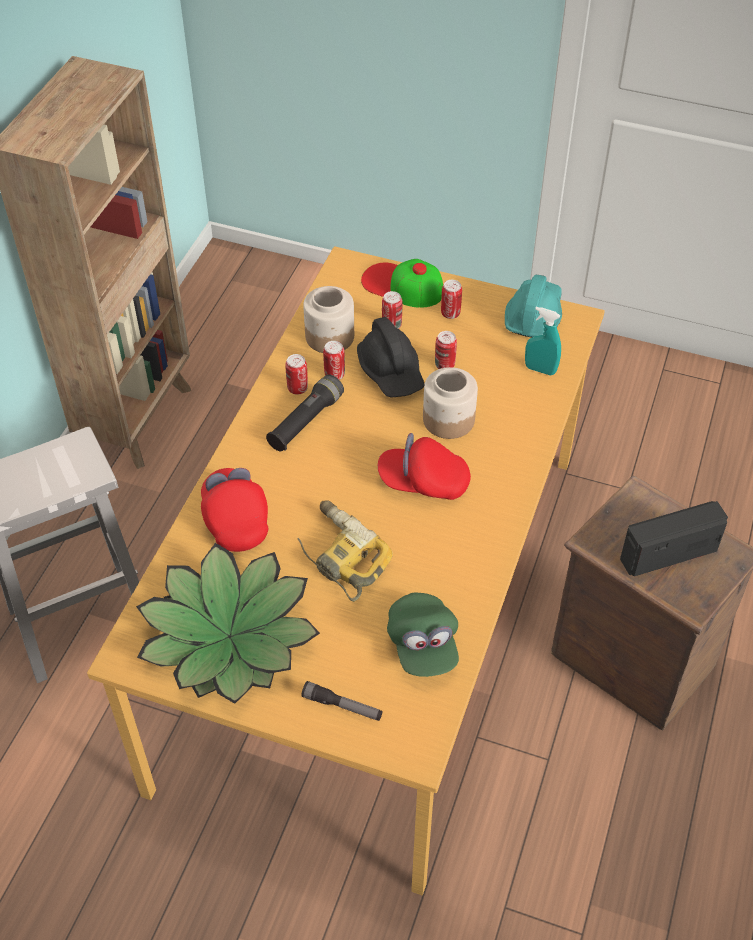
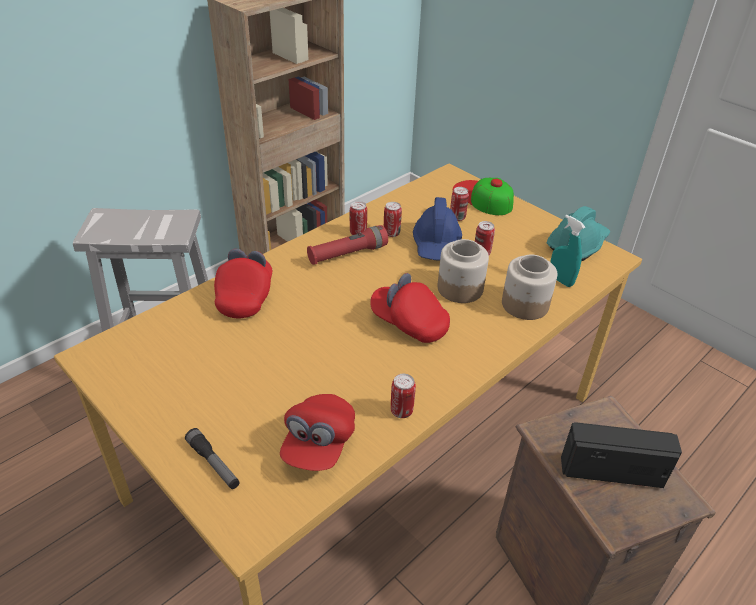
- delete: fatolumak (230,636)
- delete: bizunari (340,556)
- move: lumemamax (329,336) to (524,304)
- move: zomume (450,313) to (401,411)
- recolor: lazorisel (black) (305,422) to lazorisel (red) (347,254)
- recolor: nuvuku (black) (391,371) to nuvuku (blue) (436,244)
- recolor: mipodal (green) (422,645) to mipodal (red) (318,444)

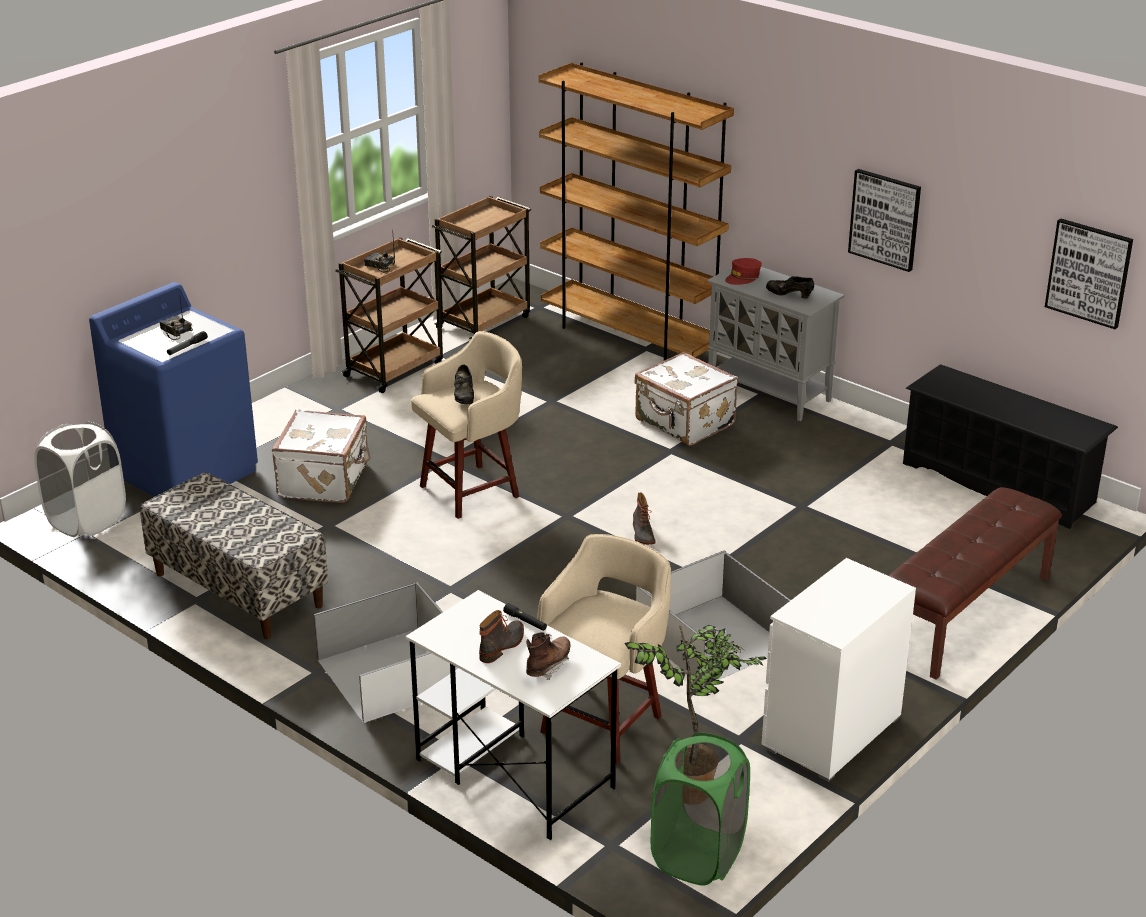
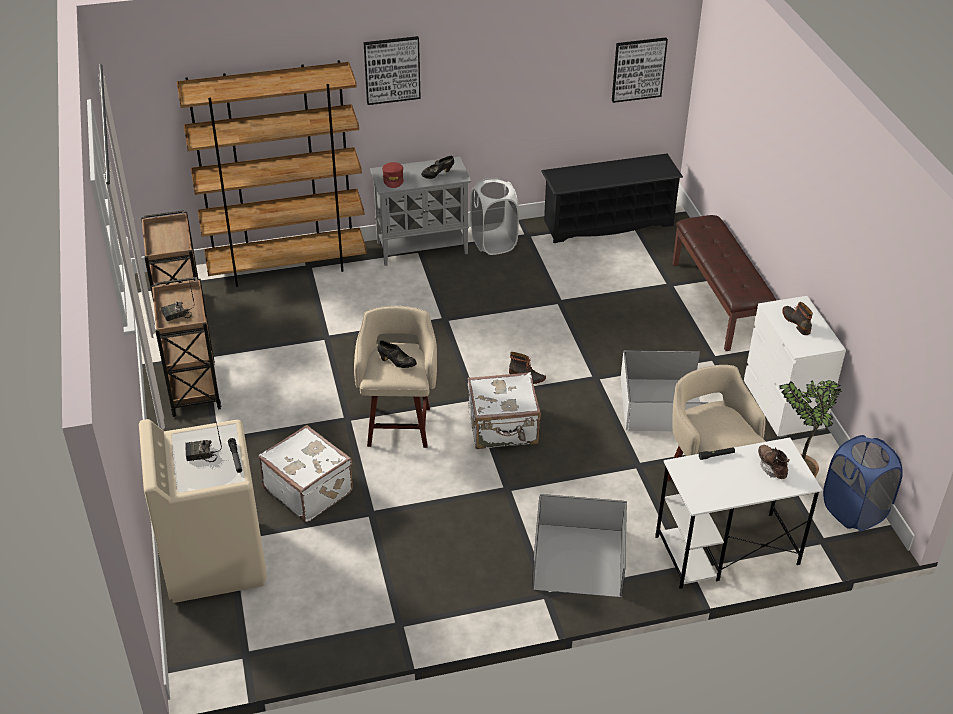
- delete: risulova (237,590)
- move: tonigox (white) (87,520) to (493,242)
- move: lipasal (502,646) to (797,322)
- move: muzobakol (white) (684,423) to (503,429)
- move: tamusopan (885,219) to (392,69)
- recolor: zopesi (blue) (186,472) to zopesi (beige) (214,559)
- recolor: tonigox (green) (698,856) to tonigox (blue) (854,511)

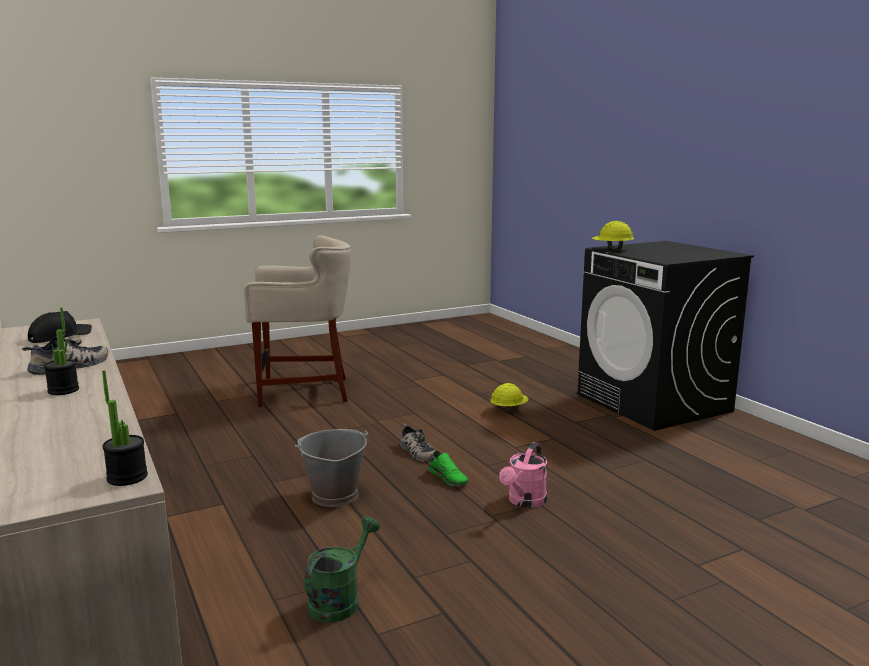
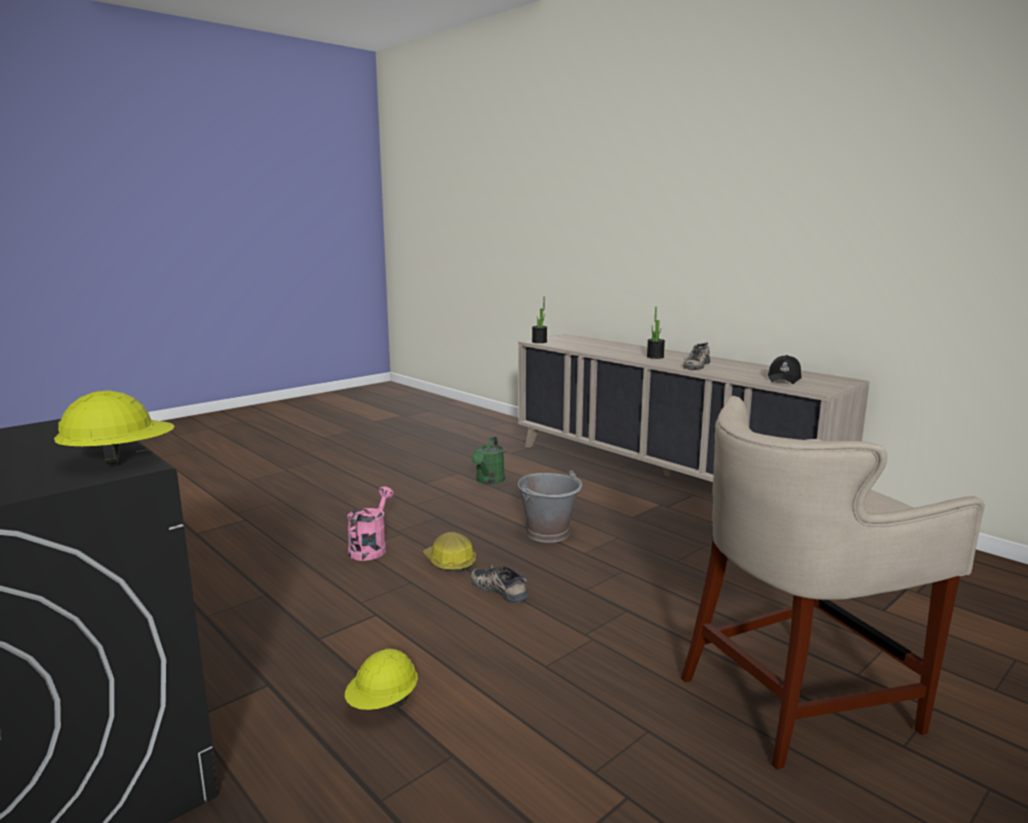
- replace: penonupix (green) (448,477) to nuvuku (449,562)

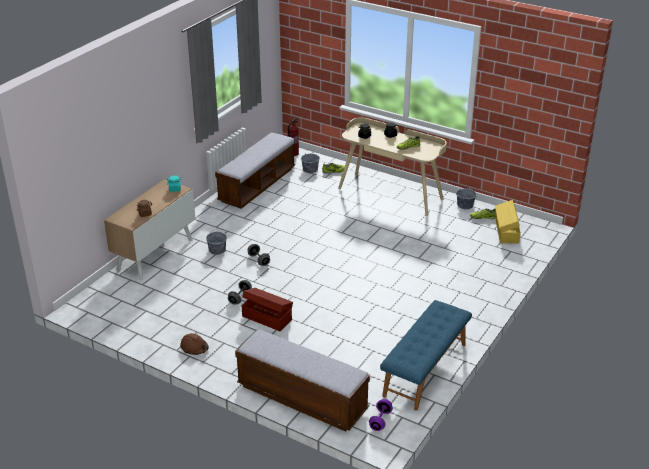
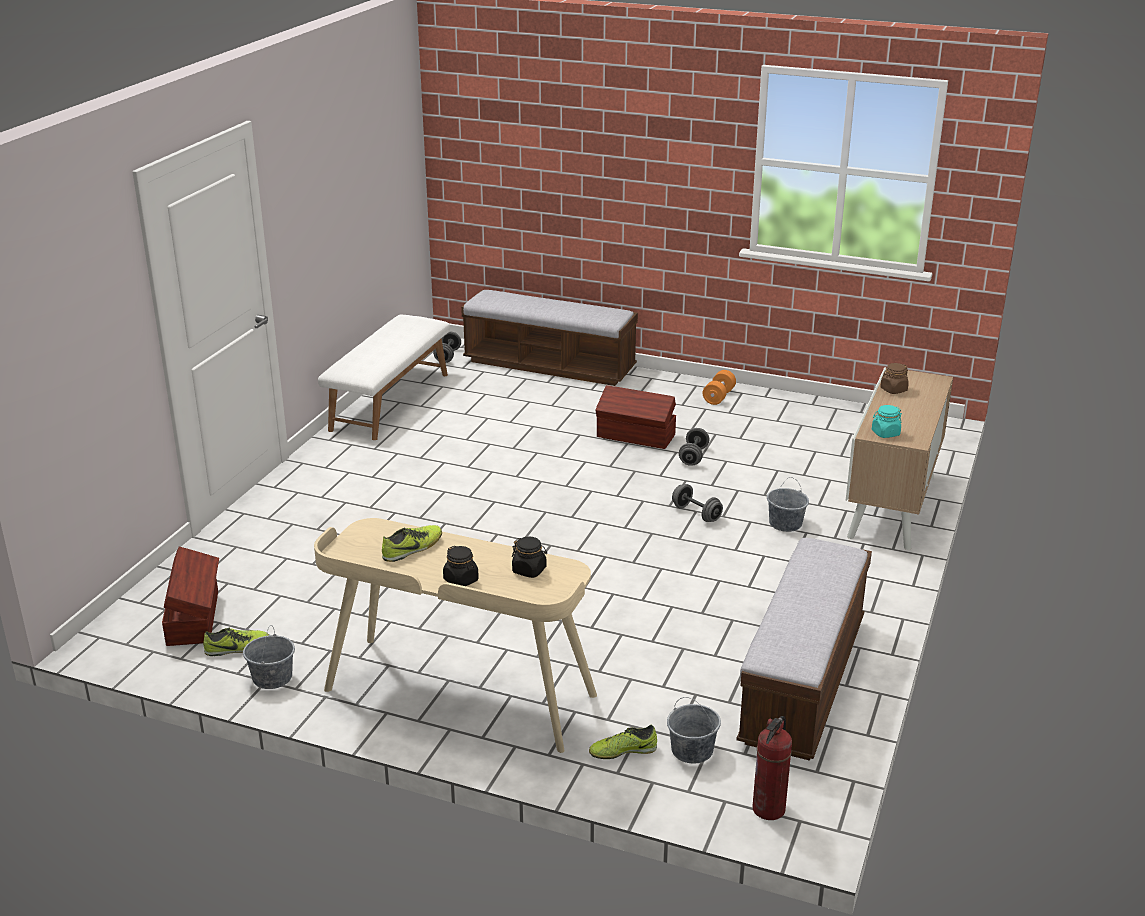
- replace: nuvuku (brown) (194,348) to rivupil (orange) (718,397)
- recolor: rivupil (purple) (380,420) to rivupil (grey) (447,356)
- recolor: risulova (blue) (425,370) to risulova (white) (389,401)
- recolor: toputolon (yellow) (506,232) to toputolon (brown) (194,617)

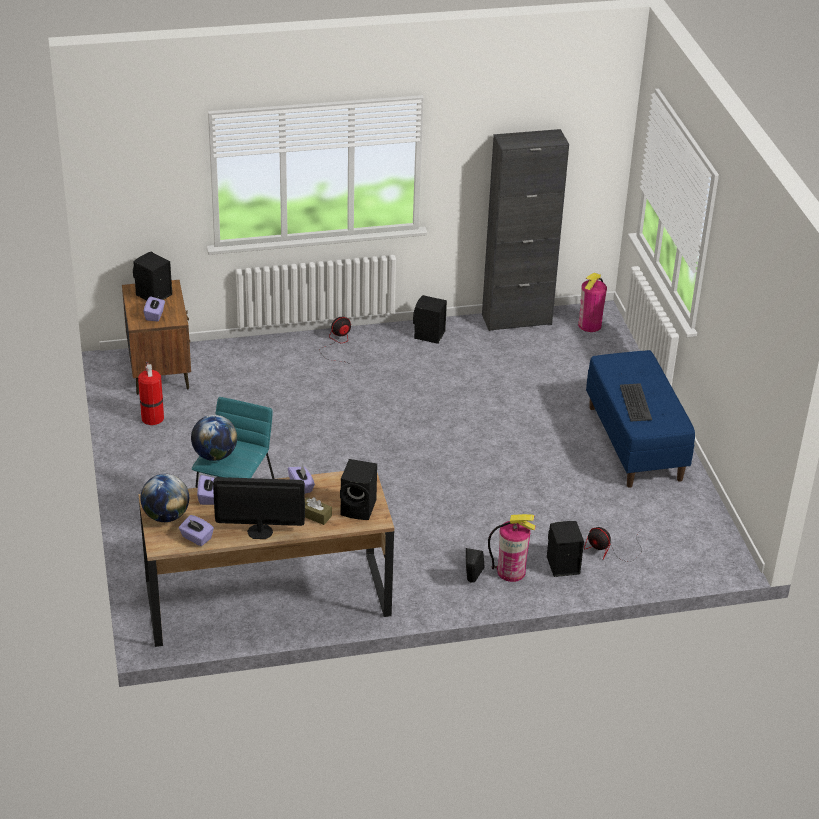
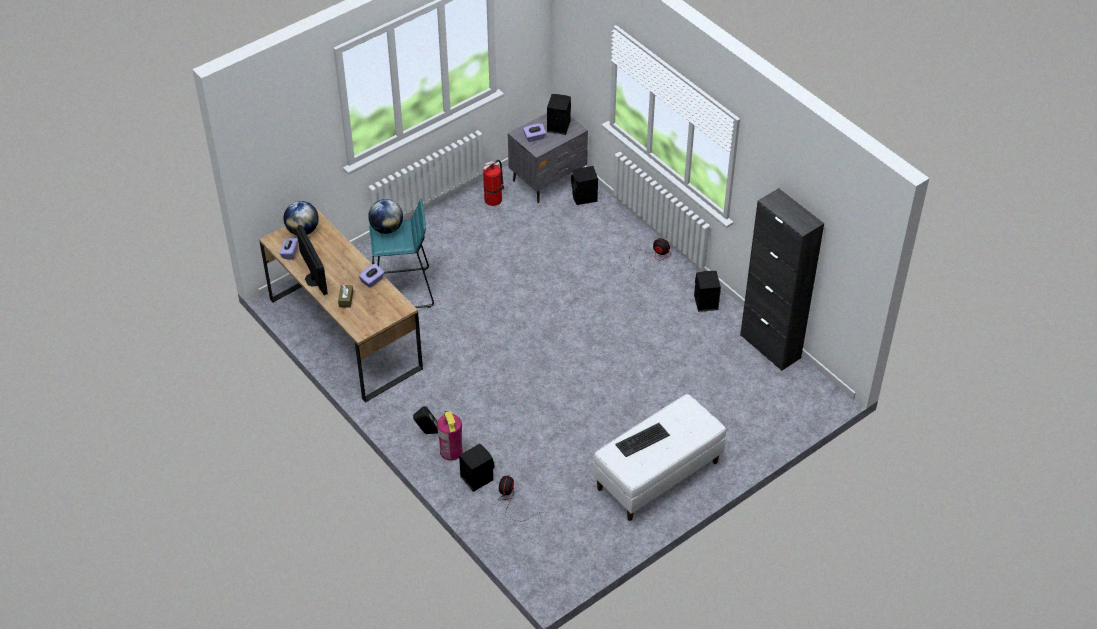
- delete: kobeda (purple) (208,497)
- delete: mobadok (590,325)
- move: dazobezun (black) (359,508) to (584,197)
- recolor: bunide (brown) (159,370) to bunide (grey) (548,180)
- recolor: risulova (blue) (635,443) to risulova (white) (657,476)

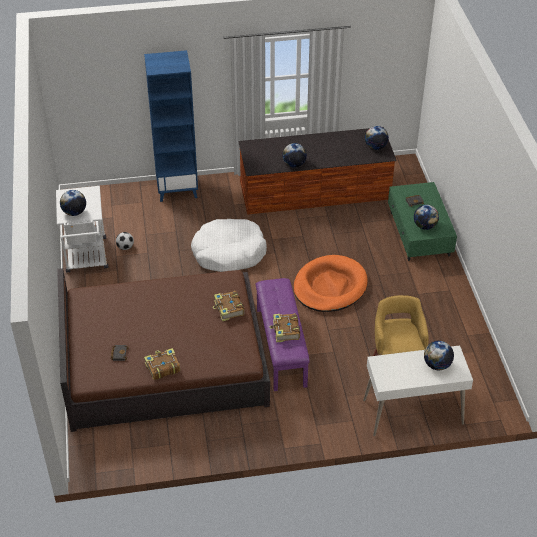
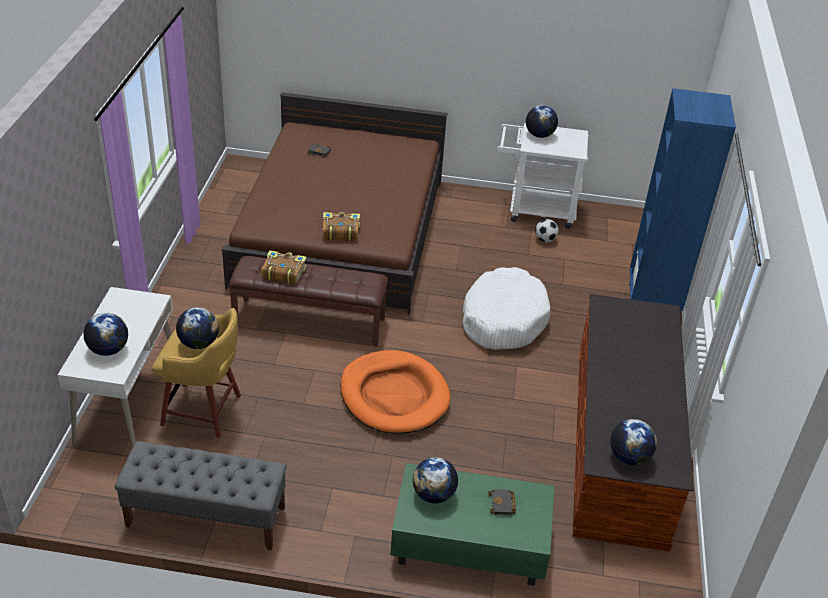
- delete: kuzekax (162,367)
- insert: risulova (grey) (205,517)
- move: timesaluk (294,164) to (199,343)
- recolor: risulova (purple) (280,347) to risulova (brown) (310,321)

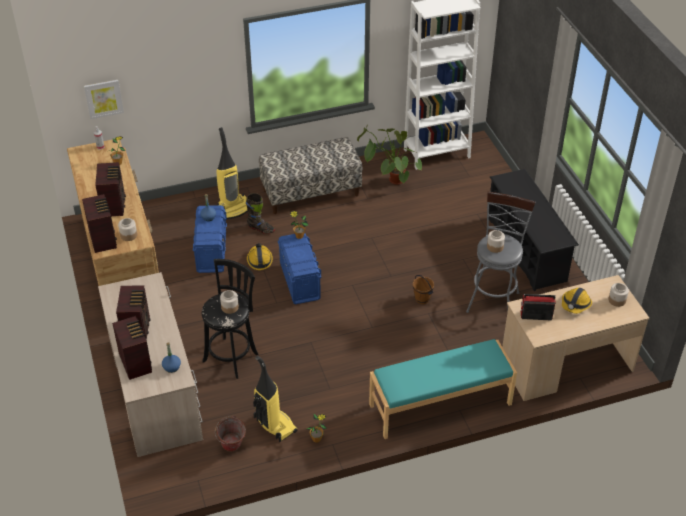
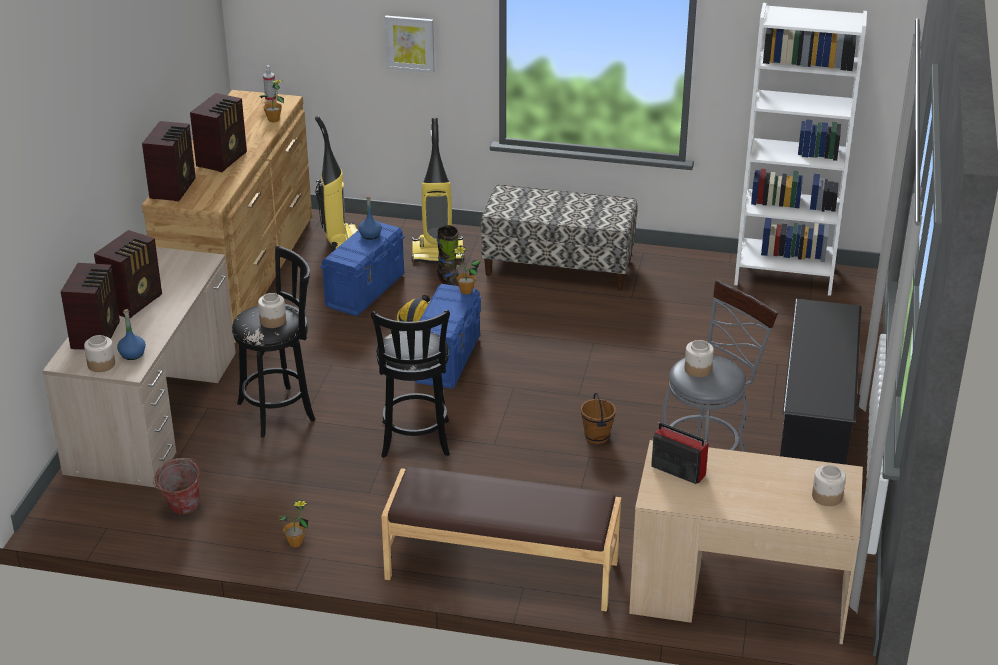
- delete: fatolumak (388,180)
- delete: nuvuku (575,304)
- insert: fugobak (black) (415,441)
- move: tamusopan (103,98) to (410,43)
- move: lumemamax (128,235) to (101,364)
- move: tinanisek (274,425) to (342,241)
- recolor: risulova (turquoise) (440,405) to risulova (brown) (501,571)

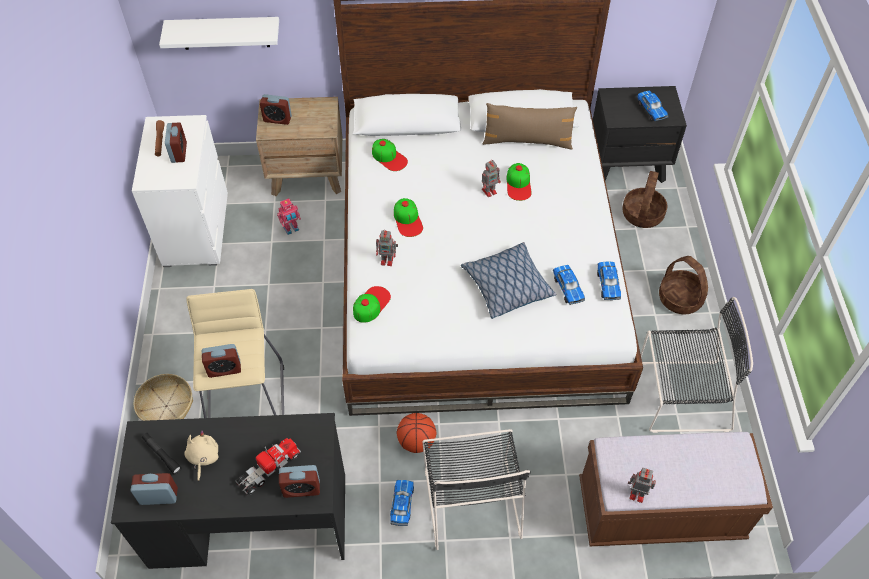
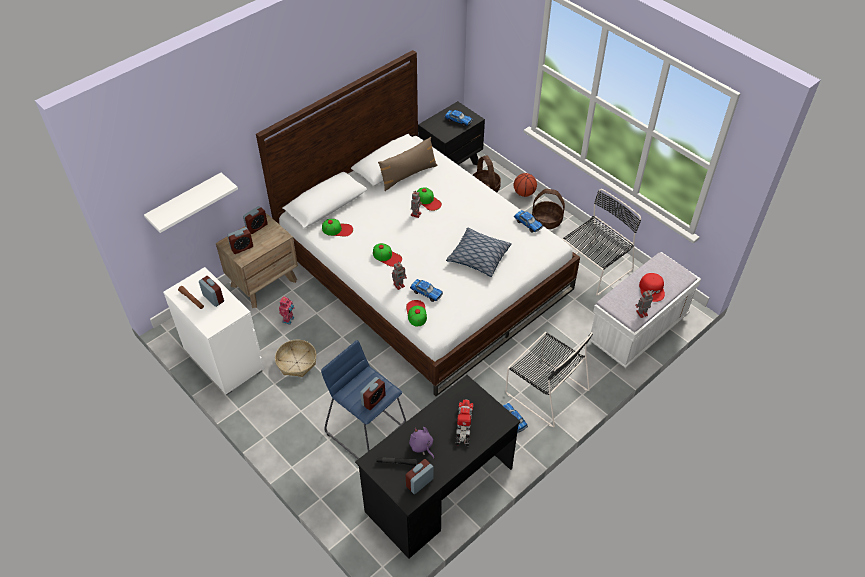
- insert: mipodal (red) (652,289)
- move: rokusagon (166,406) to (296,362)
- move: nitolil (301,488) to (257,227)
- move: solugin (416,441) to (524,193)
- move: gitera (568,287) to (426,292)
- recolor: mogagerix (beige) (203,458) to mogagerix (purple) (422,446)
- recolor: fugobak (beige) (246,401) to fugobak (blue) (367,431)
- recolor: risulova (brown) (659,511) to risulova (white) (637,330)

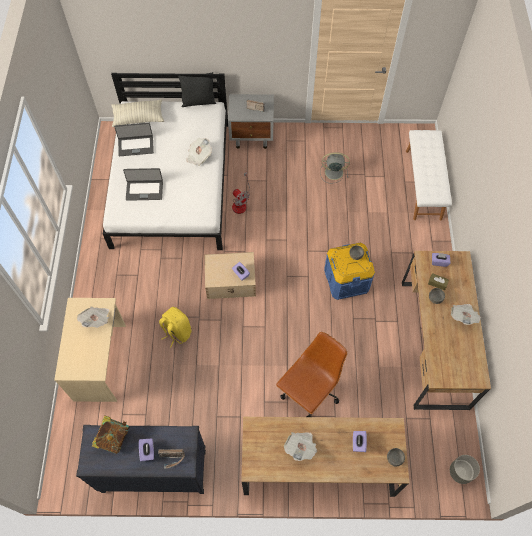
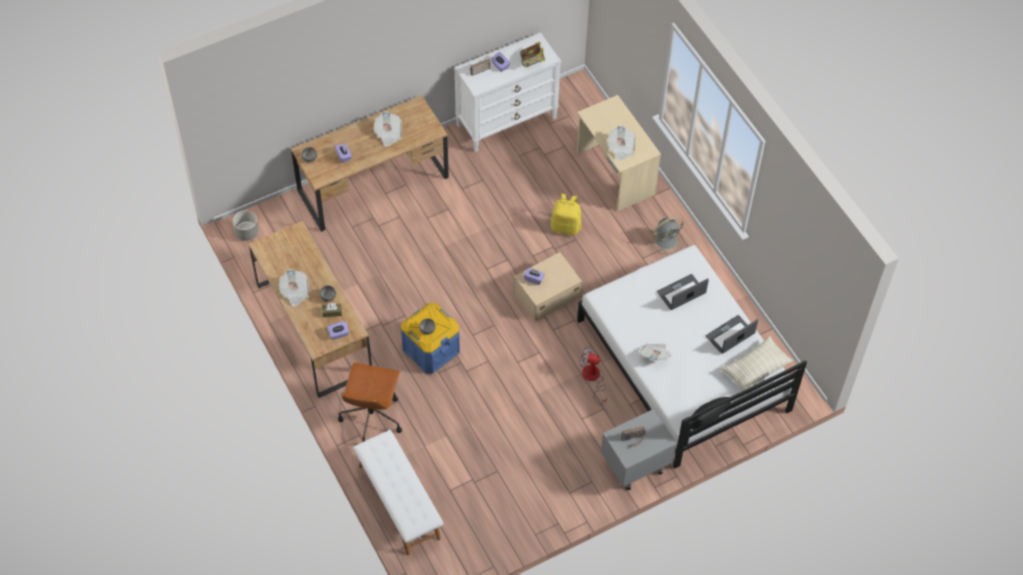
- move: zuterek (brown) (309,391) to (371,417)
- move: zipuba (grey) (333,172) to (667,240)
- recolor: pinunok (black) (154,472) to pinunok (white) (507,121)

